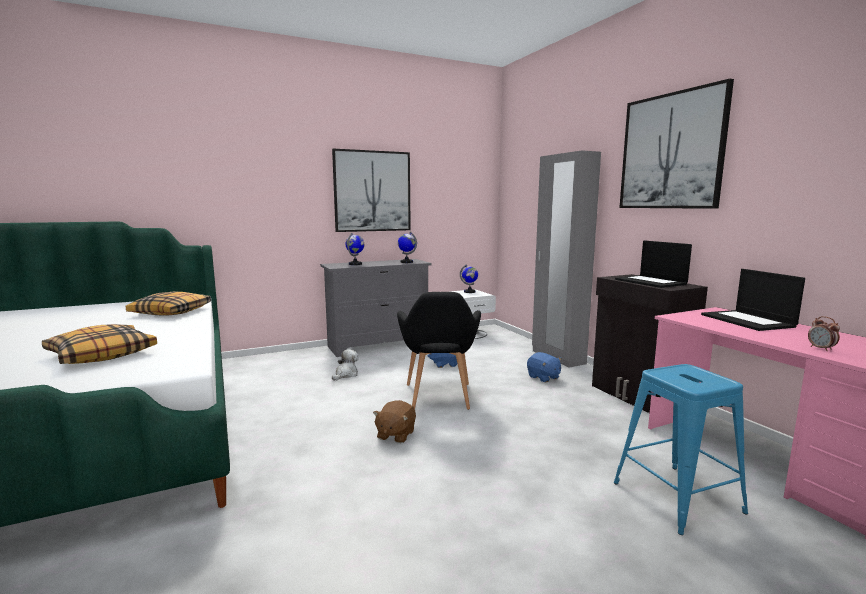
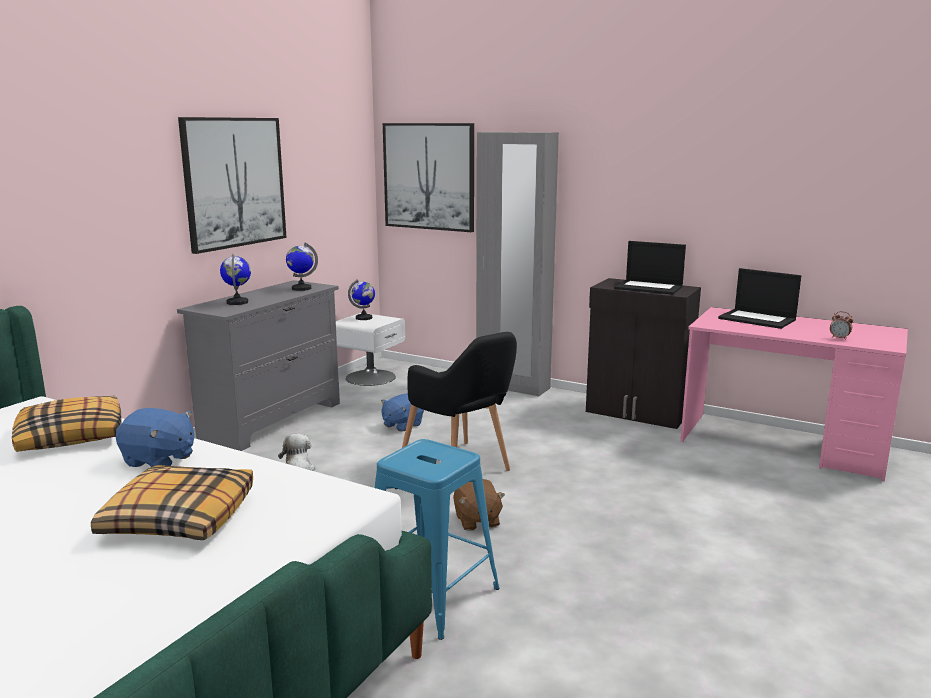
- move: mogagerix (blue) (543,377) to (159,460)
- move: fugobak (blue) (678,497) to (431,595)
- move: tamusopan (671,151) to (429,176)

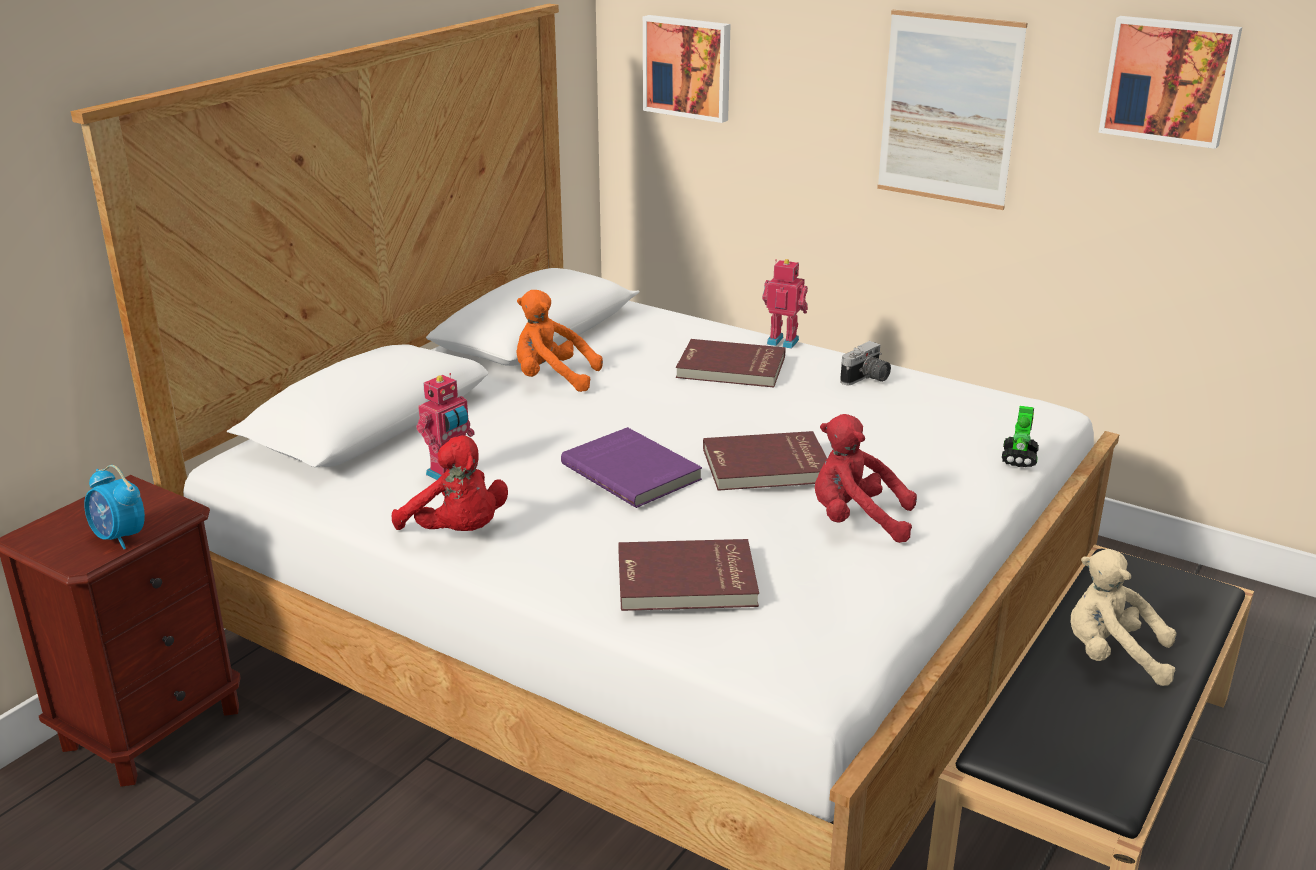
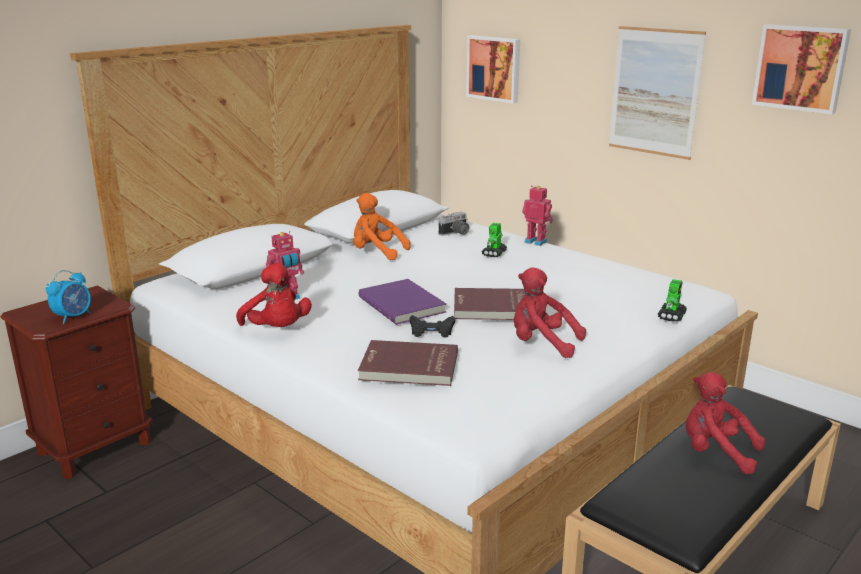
- insert: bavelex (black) (431,330)
- move: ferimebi (866,379) to (455,233)
- replace: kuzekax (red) (730,368) to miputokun (494,253)
- recolor: mogagerix (beige) (1112,656) to mogagerix (red) (715,452)
- rotate: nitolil (120,538) = (73,317) 105 degrees counterclockwise

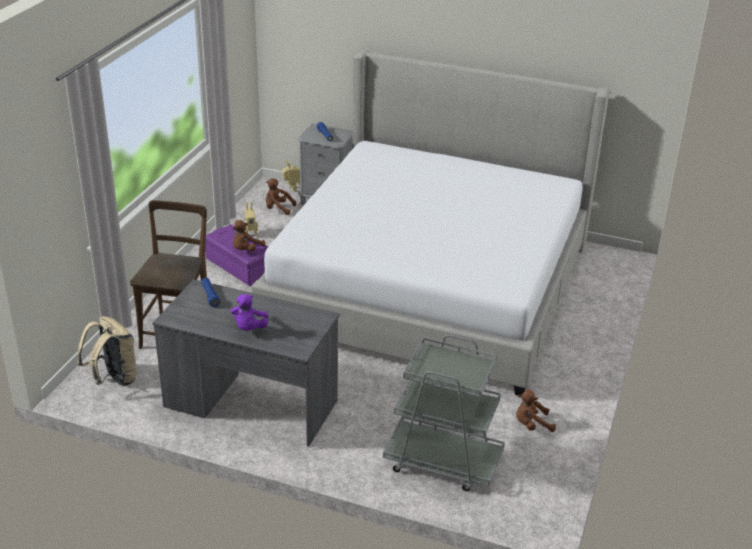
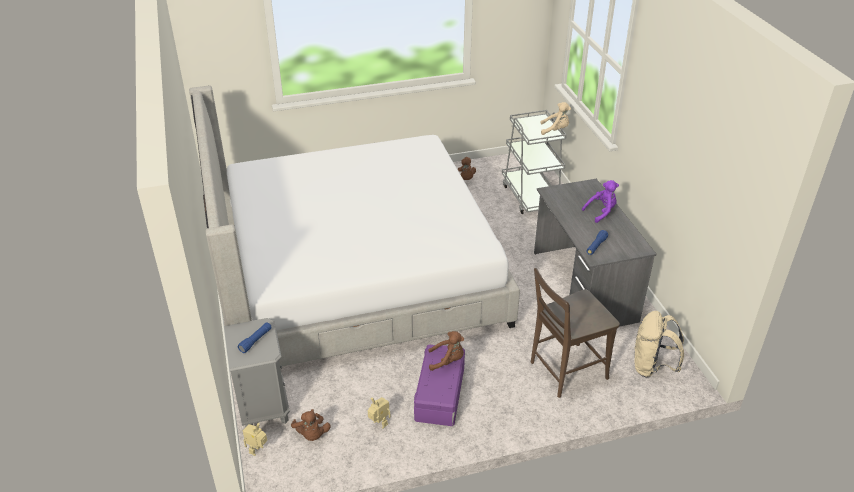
- insert: mogagerix (beige) (555,130)

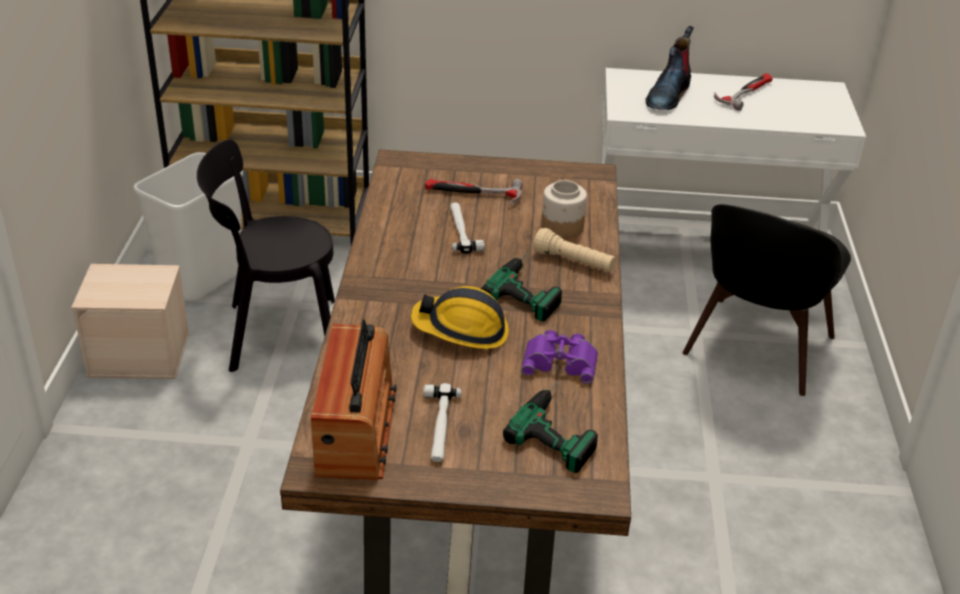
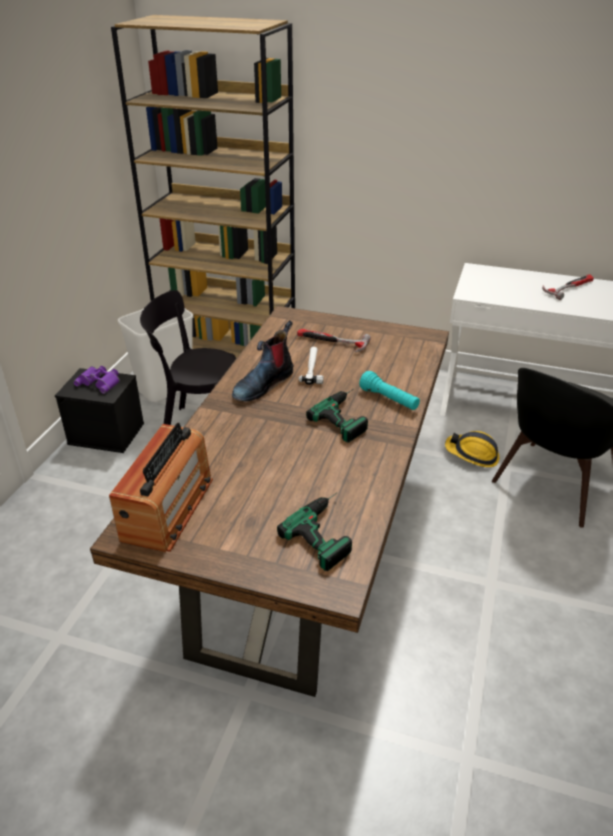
- delete: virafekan (439,426)
- delete: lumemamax (562,227)
- move: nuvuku (461,330) to (472,455)
- move: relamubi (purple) (560,361) to (100,382)
- move: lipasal (668,95) to (263,384)
- recolor: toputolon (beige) (140,354) to toputolon (black) (107,433)
- recolor: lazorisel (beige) (573,262) to lazorisel (turquoise) (389,400)

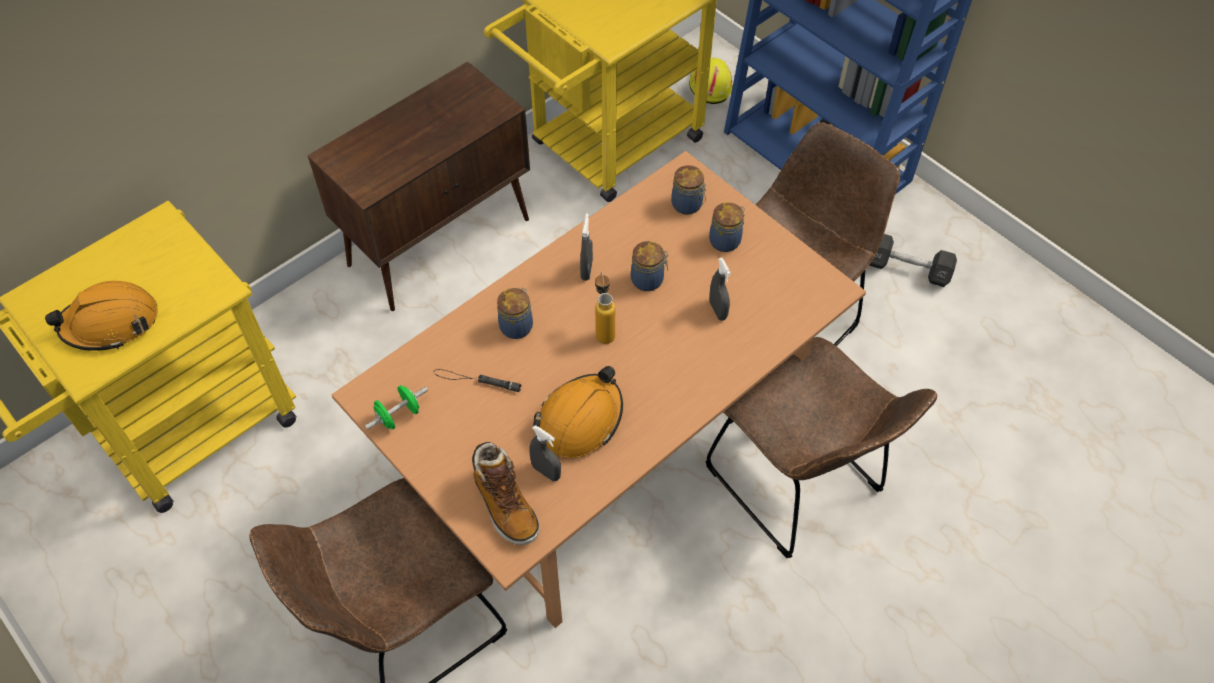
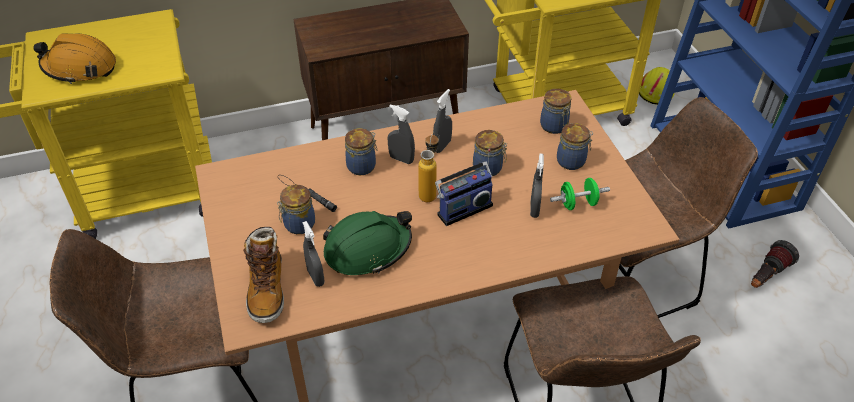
- insert: lumemamax (298,225)
- insert: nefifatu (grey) (401,159)
- insert: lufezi (463,208)
- move: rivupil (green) (398,415) to (578,203)
- replace: rivupil (black) (907,269) to lazorisel (766,276)
- recolor: nuvuku (orange) (580,420) to nuvuku (green) (367,249)

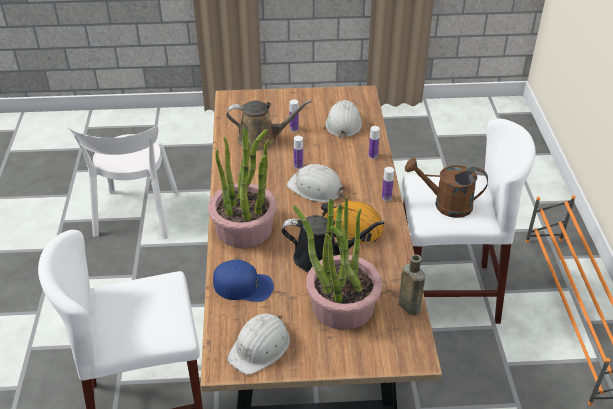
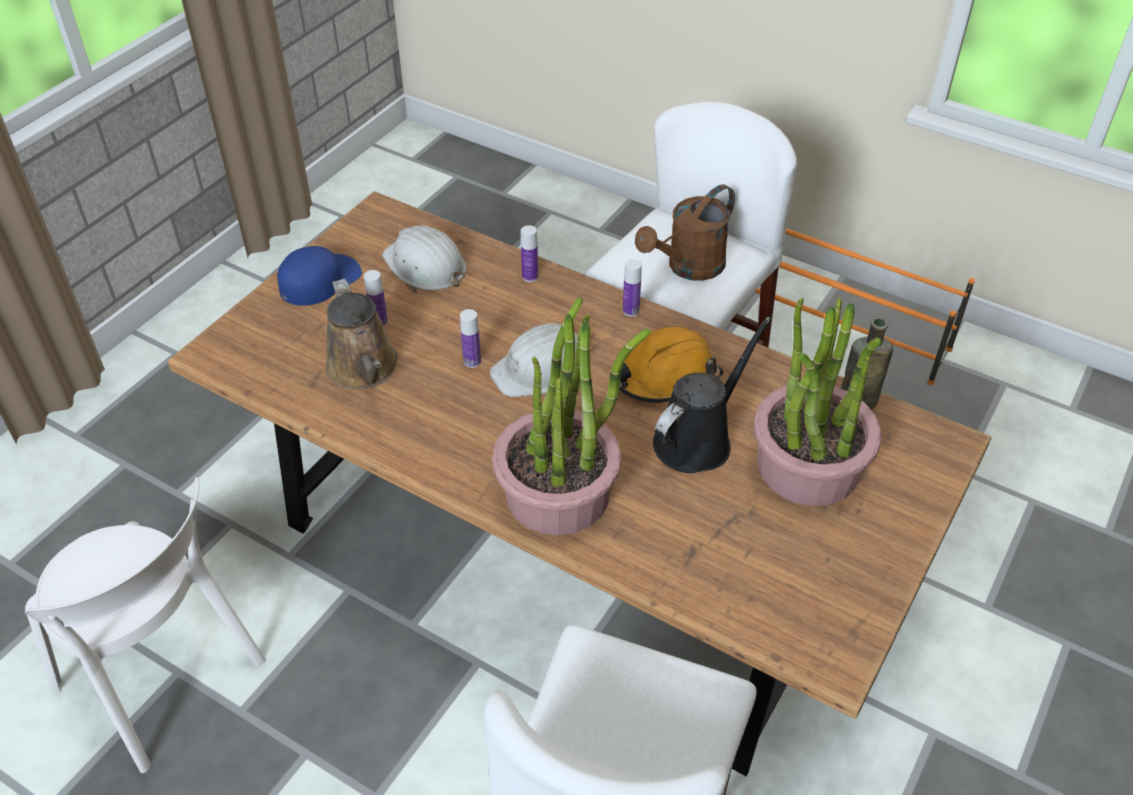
- delete: nuvuku (white) (260,347)
- move: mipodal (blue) (243,285) to (319,280)
- rotate: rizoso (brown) (261,139) = (364,369) 120 degrees clockwise

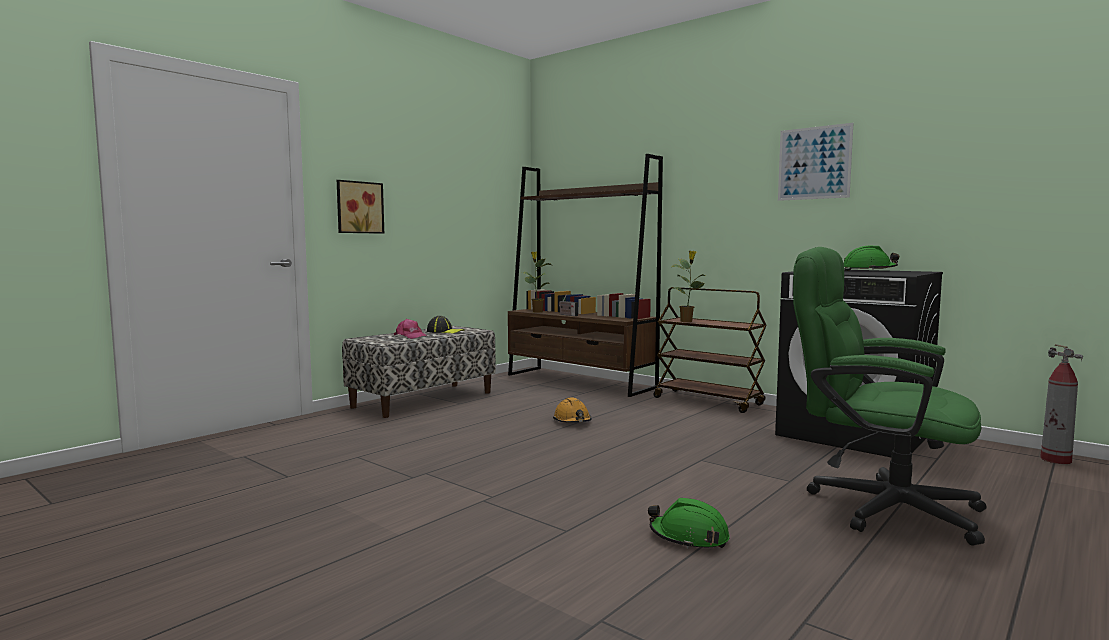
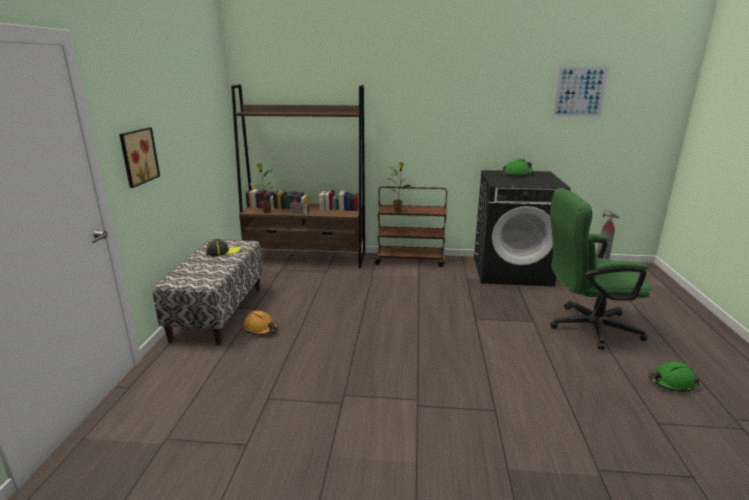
- delete: mipodal (pink) (411,336)
- move: nuvuku (orange) (572,421) to (260,329)
- move: nuvuku (green) (689,537) to (671,383)
- move: tamusopan (814,163) to (579,92)

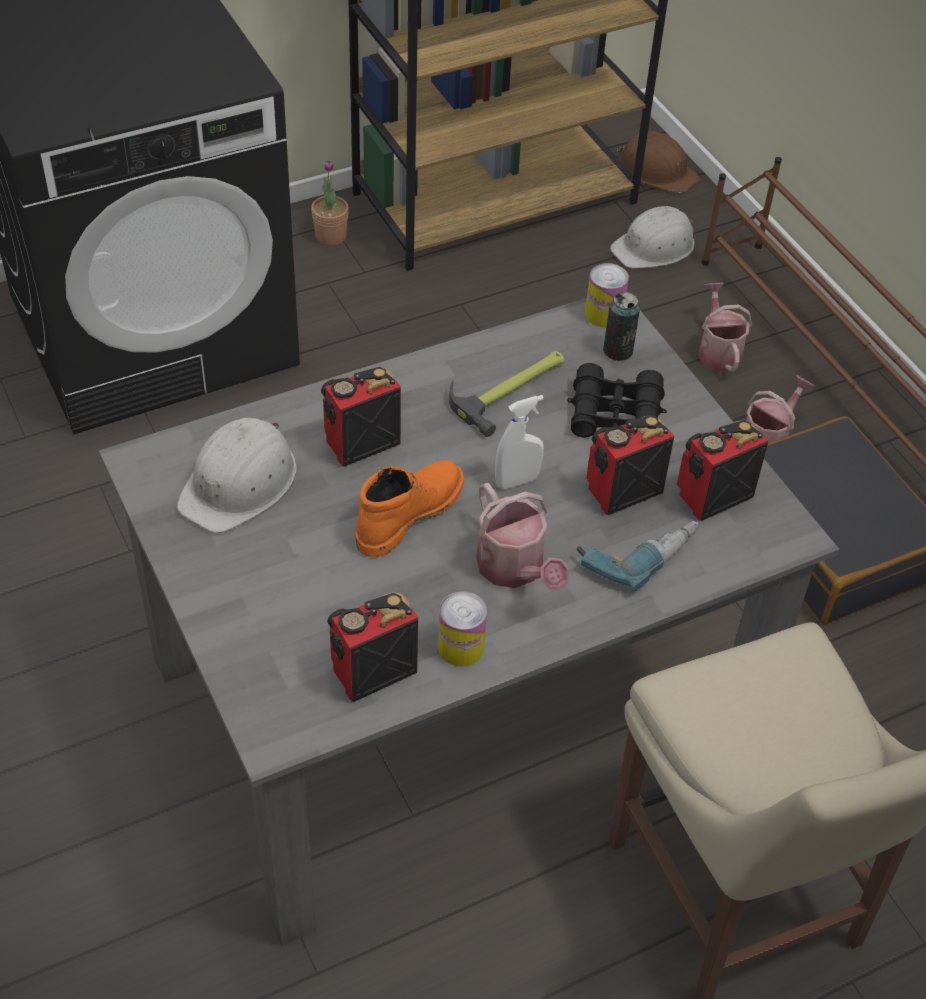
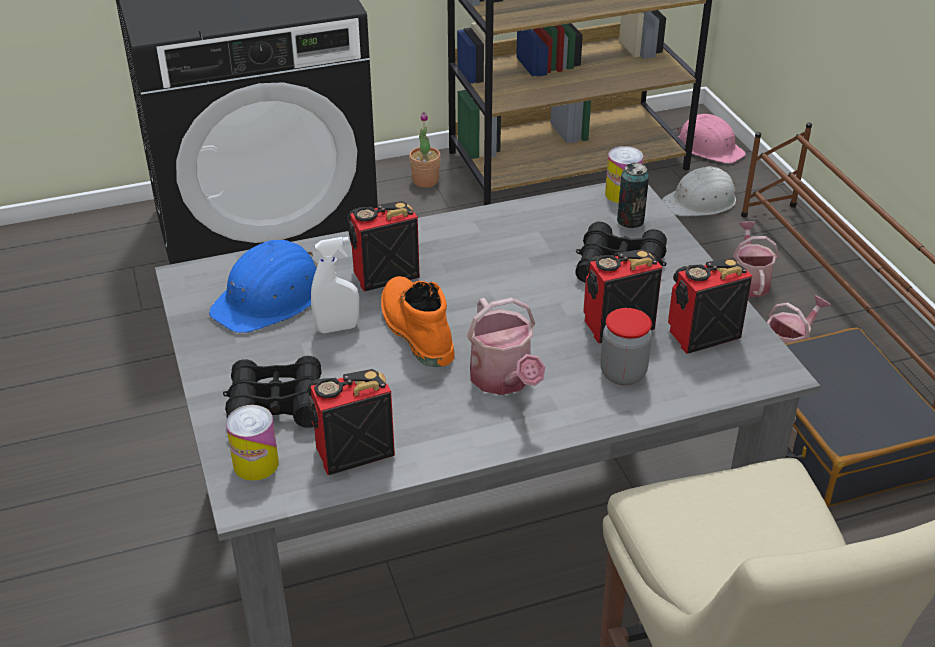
- delete: virafekan (511,389)
- insert: relamubi (black) (277,404)
- move: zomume (461,647) to (256,464)
- move: nefifatu (white) (517,481) to (337,328)
- replace: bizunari (637,551) to lumemamax (623,374)
- recolor: nuvuku (white) (240,483) to nuvuku (blue) (270,298)
- recolor: nuvuku (brown) (656,171) to nuvuku (pink) (709,147)
- rotate: lipasal (orange) (408,513) = (414,330) 75 degrees counterclockwise

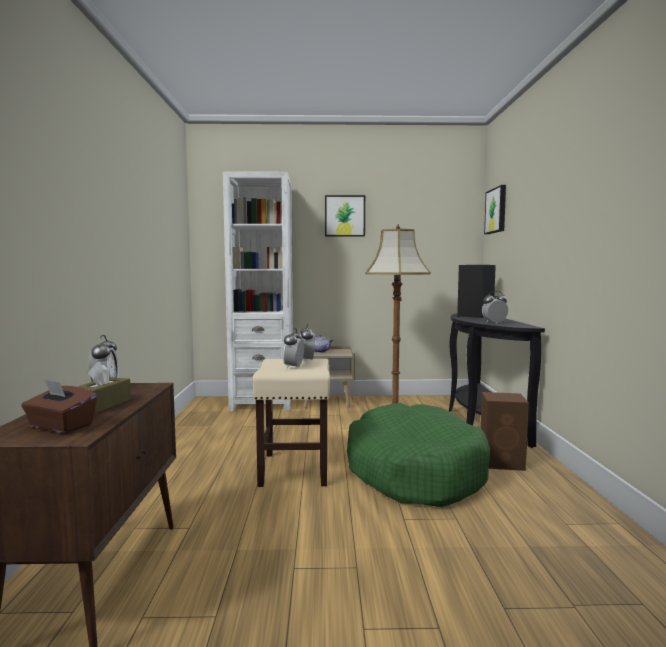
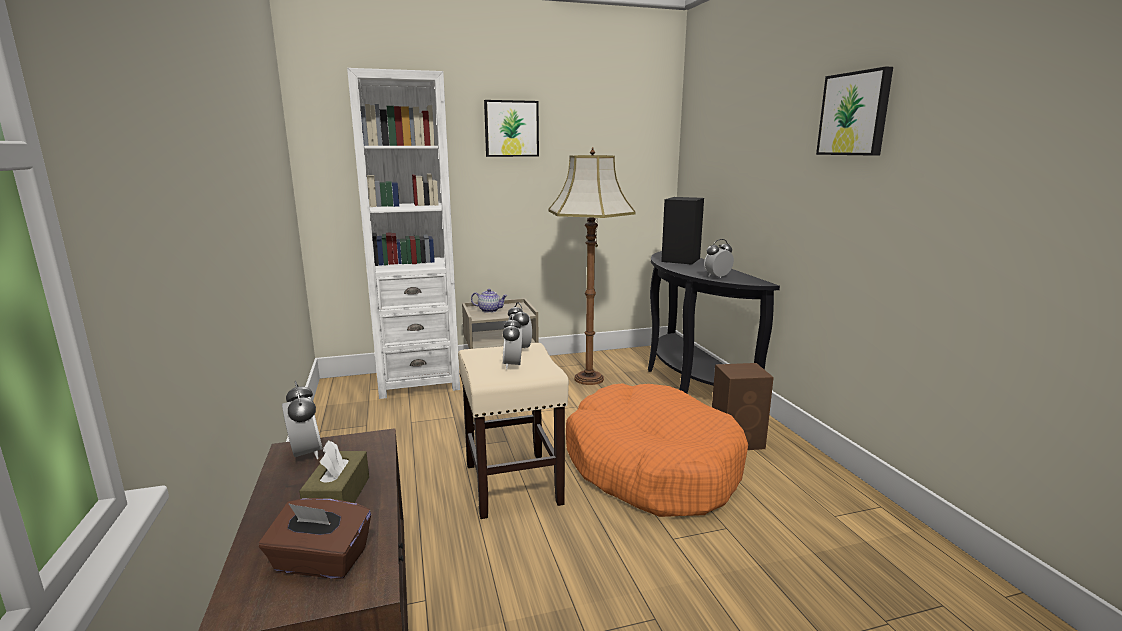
- move: tamusopan (496,210) to (855,114)
- recolor: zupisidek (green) (413,471) to zupisidek (orange) (651,467)

